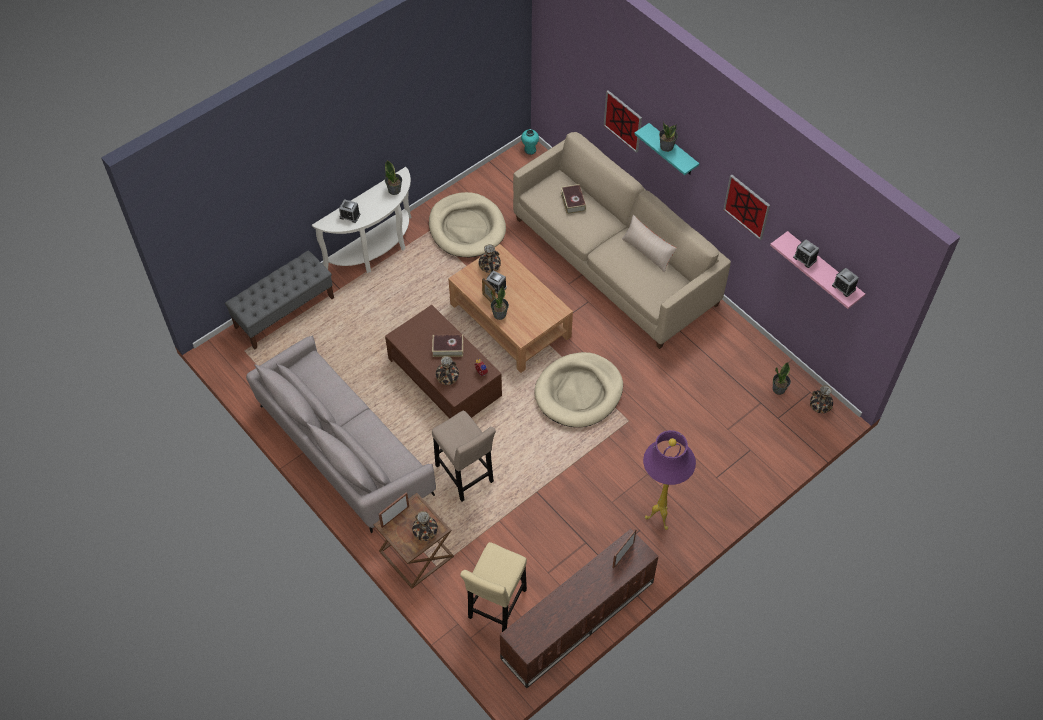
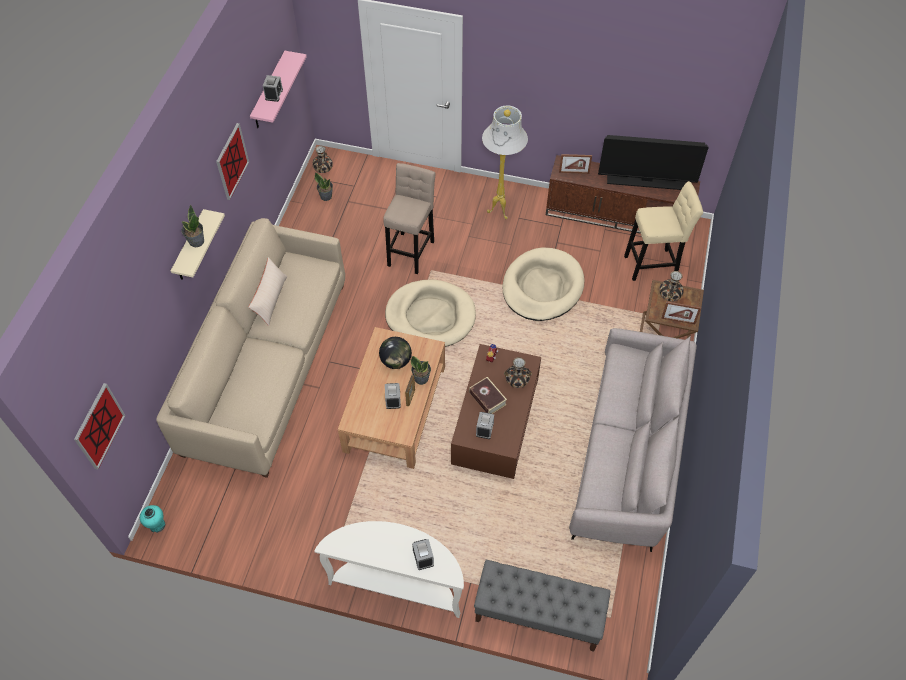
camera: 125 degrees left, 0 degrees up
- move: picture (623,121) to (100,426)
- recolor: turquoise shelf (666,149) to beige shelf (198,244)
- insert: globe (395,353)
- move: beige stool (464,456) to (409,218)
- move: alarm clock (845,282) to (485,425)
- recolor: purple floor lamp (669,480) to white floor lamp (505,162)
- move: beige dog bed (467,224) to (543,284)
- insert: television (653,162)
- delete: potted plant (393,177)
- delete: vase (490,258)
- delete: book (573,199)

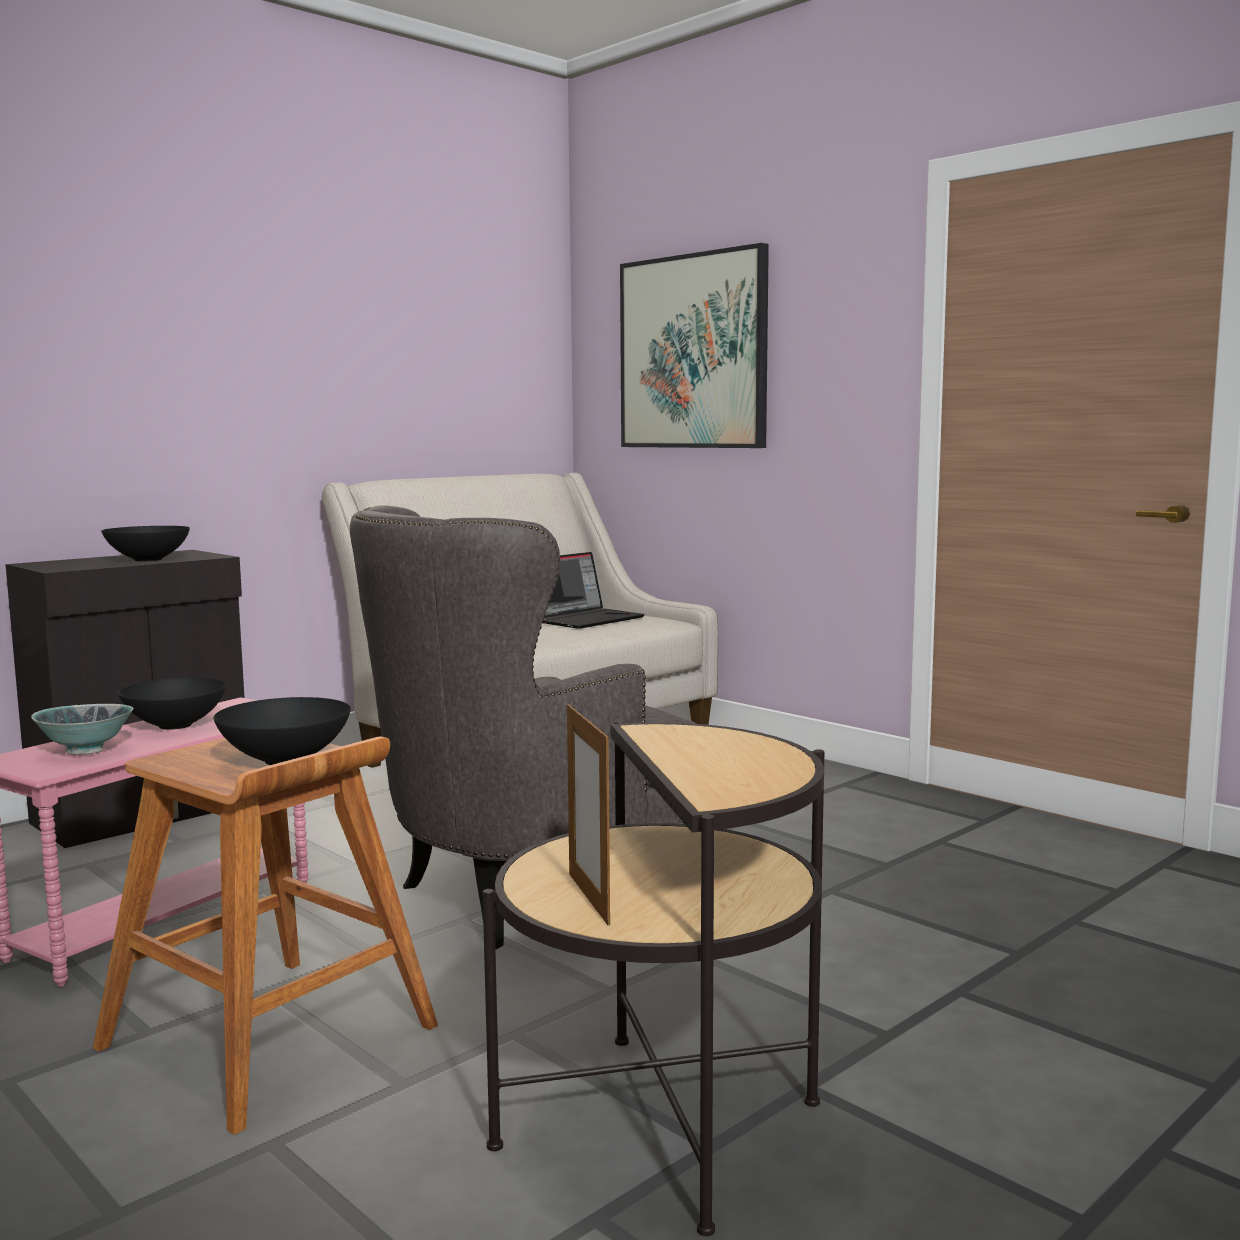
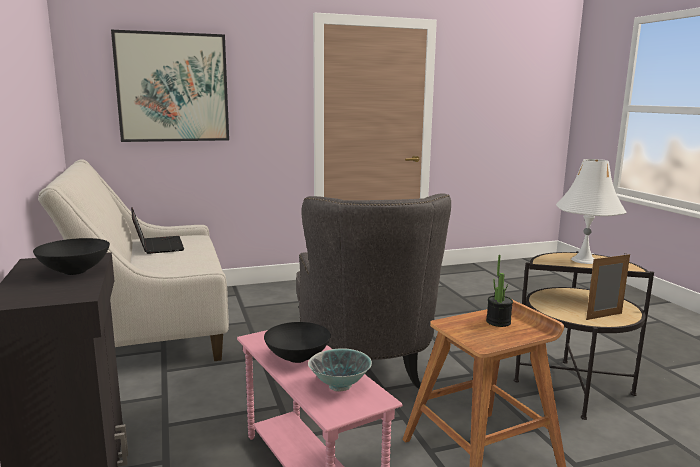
camera: 65 degrees left, 5 degrees up
- replace: black bowl (282,731) to potted plant (499,291)
- insert: white table lamp (591,211)
- rotate: picture frame (588,814) = (608,287) 150 degrees clockwise

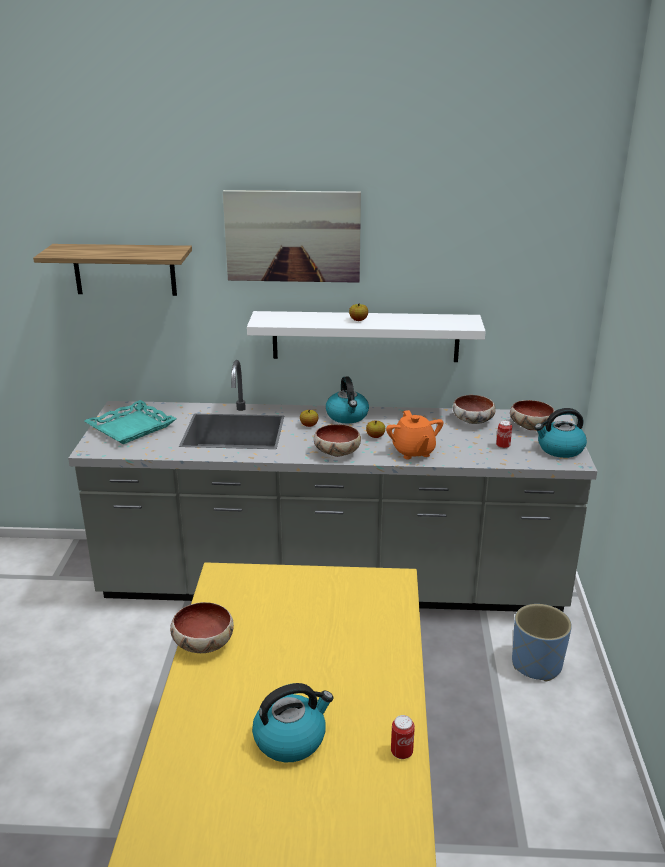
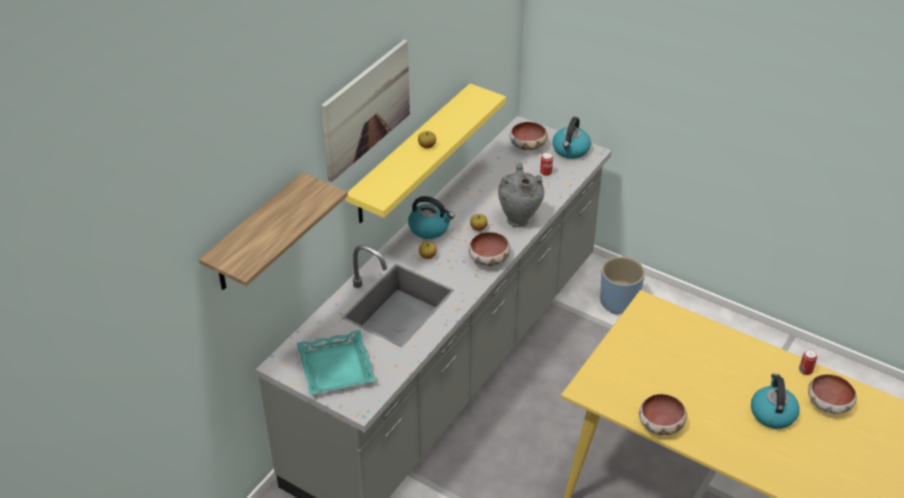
camera: 60 degrees left, 15 degrees up
- recolor: white shelf (366,336) to yellow shelf (425,153)
- replace: orange teapot (414,434) to grey vase (521,195)
- move: bowl (474,409) to (832,394)

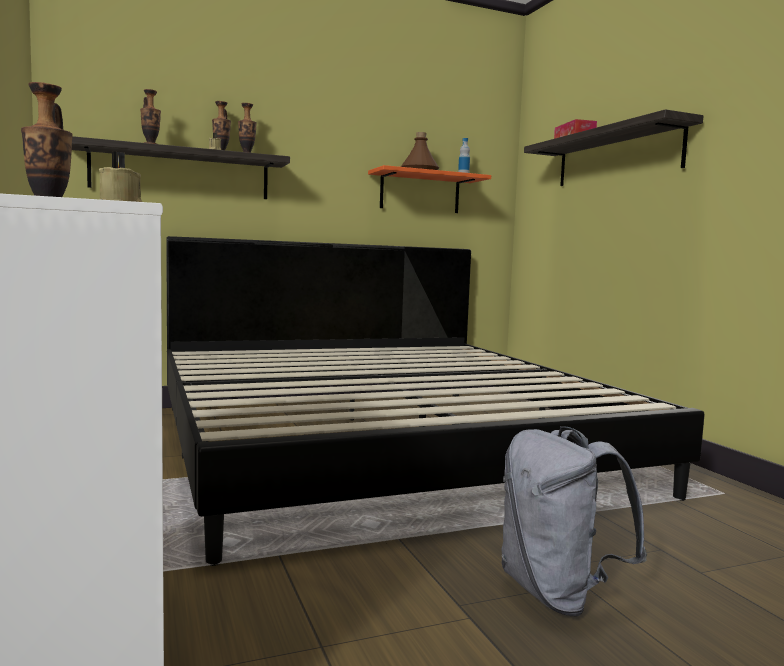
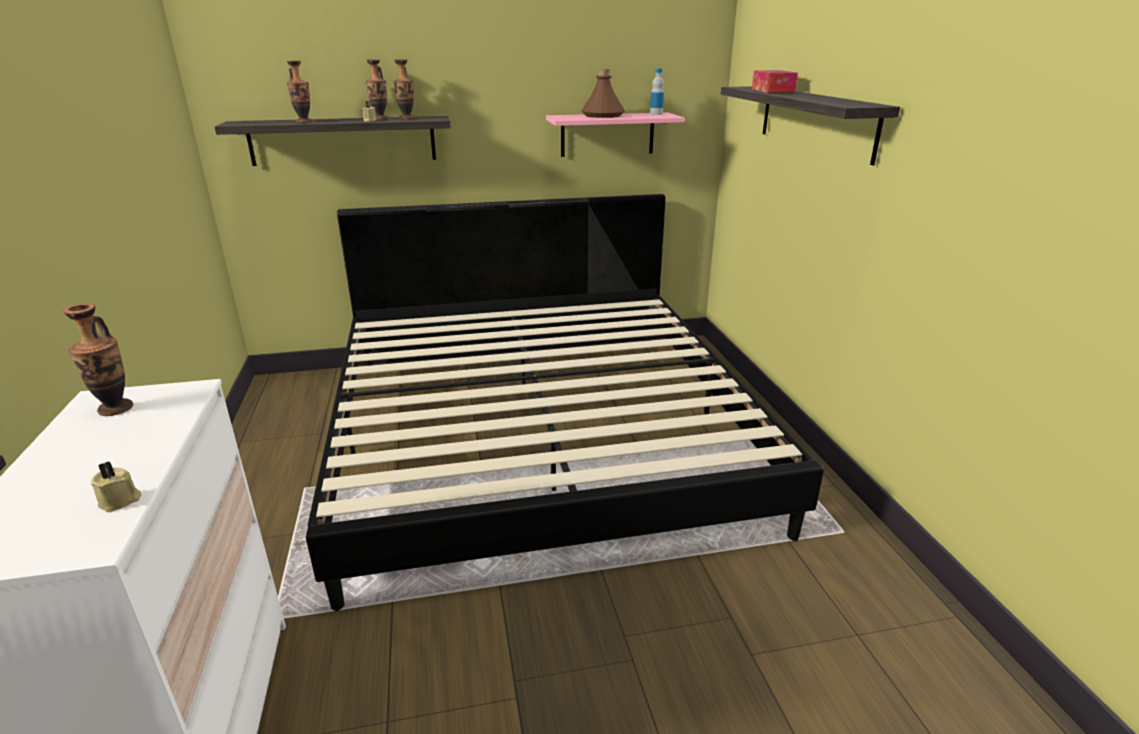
camera: 10 degrees right, 20 degrees up
- recolor: orange shelf (429,189) to pink shelf (615,134)
- delete: grey backpack (574,521)

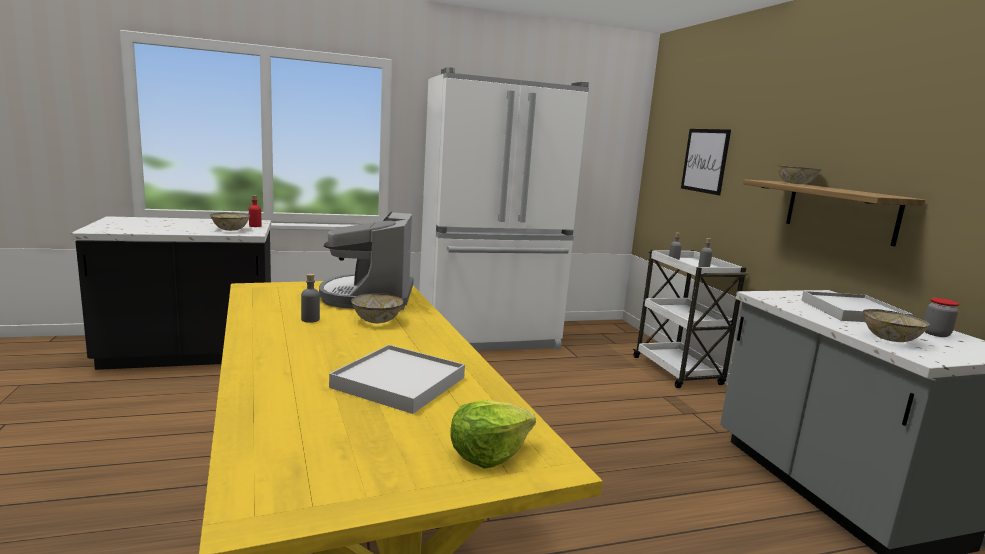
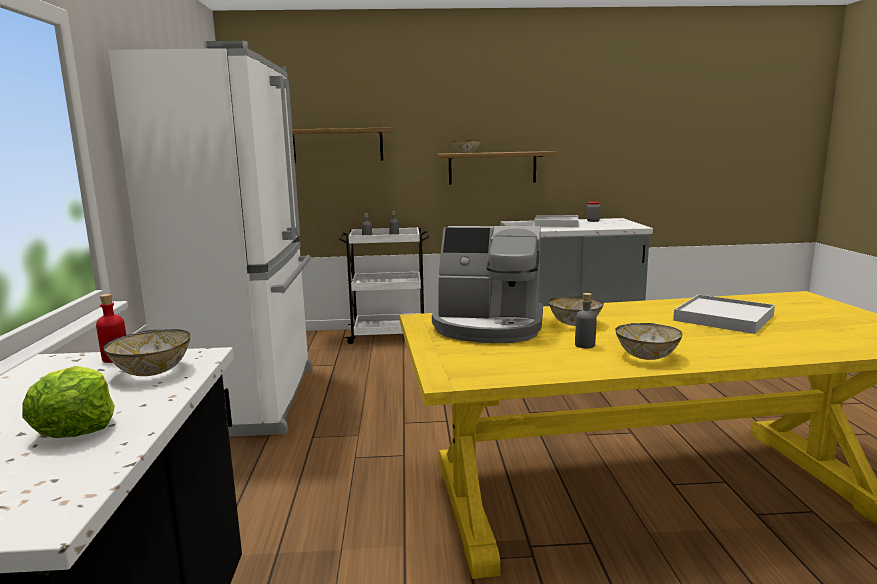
camera: 75 degrees left, 0 degrees up
- move: lettuce (493,434) to (68,402)
- replace: picture (706,162) to shelf (343,144)
- move: bowl (896,325) to (648,341)

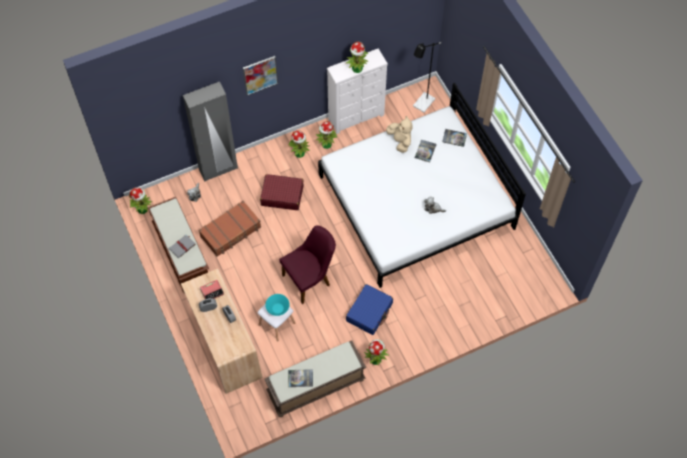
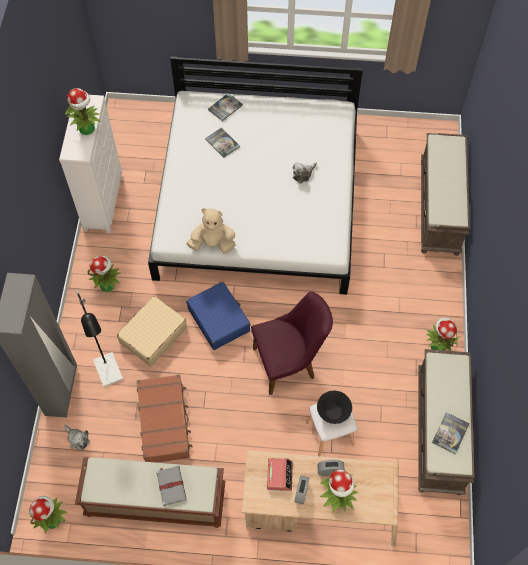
camera: 60 degrees left, 0 degrees up
- move: black floor lamp (427,77) to (99,338)
- recolor: red suitcase (281,192) to beige suitcase (152,331)
- move: blue suitcase (369,309) to (218,316)
- move: beige plush toy (399,134) to (211,231)
- rotate: purple chair (307,264) = (292,343) 75 degrees clockwise
- recolor: turquoise bowl (277,305) to black bowl (334,407)
- move: potted plant (326,135) to (339,490)
- insert: brown bench (445,194)
- delete: picture (260,75)

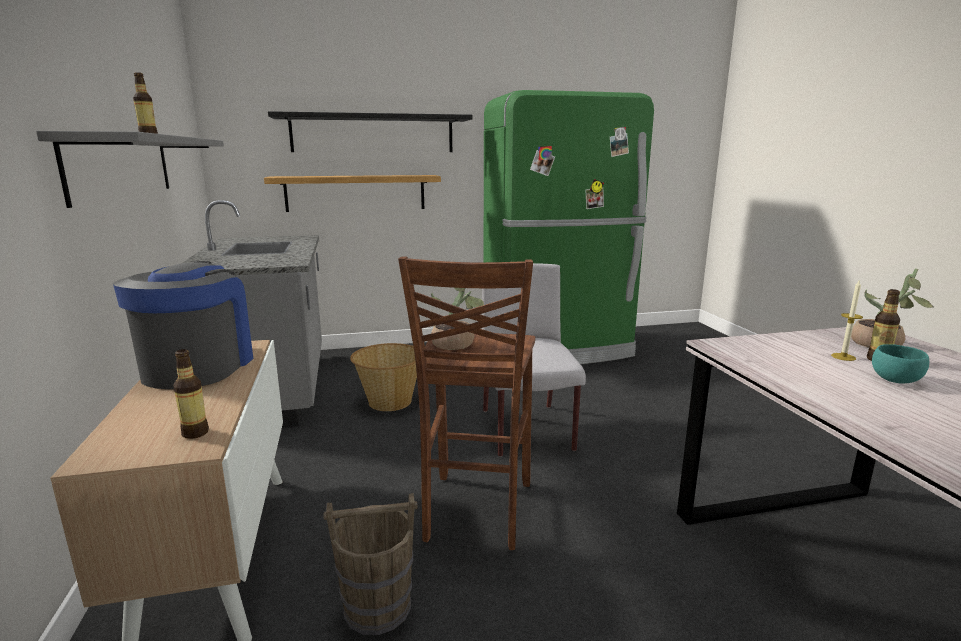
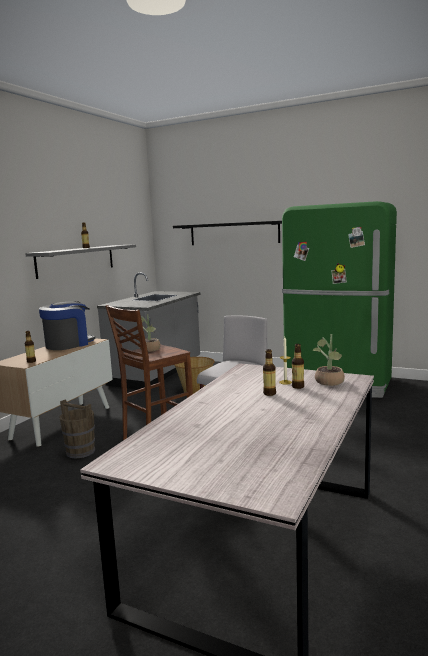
camera: 40 degrees right, 5 degrees down
- replace: turquoise bowl (900,363) to bottle (269,372)
- delete: shelf (352,193)

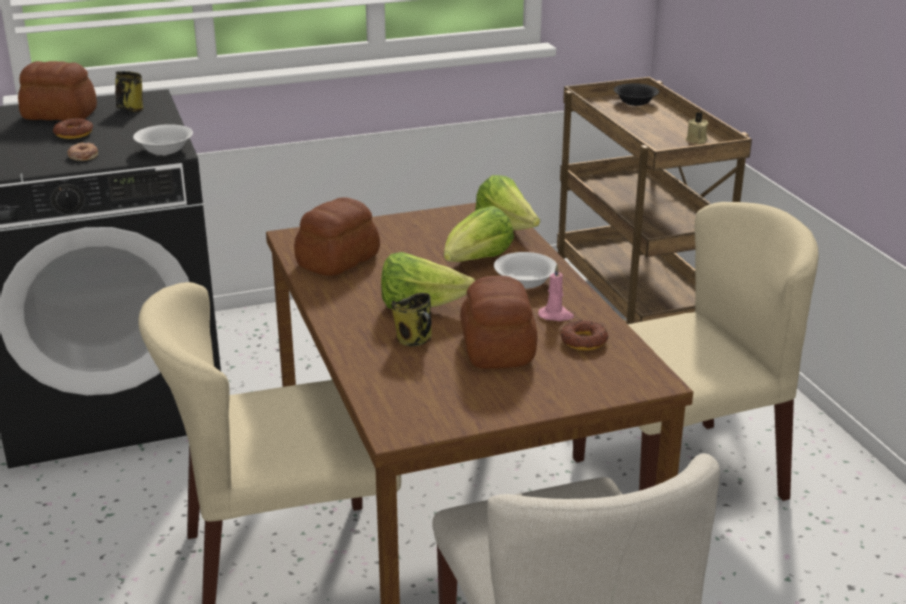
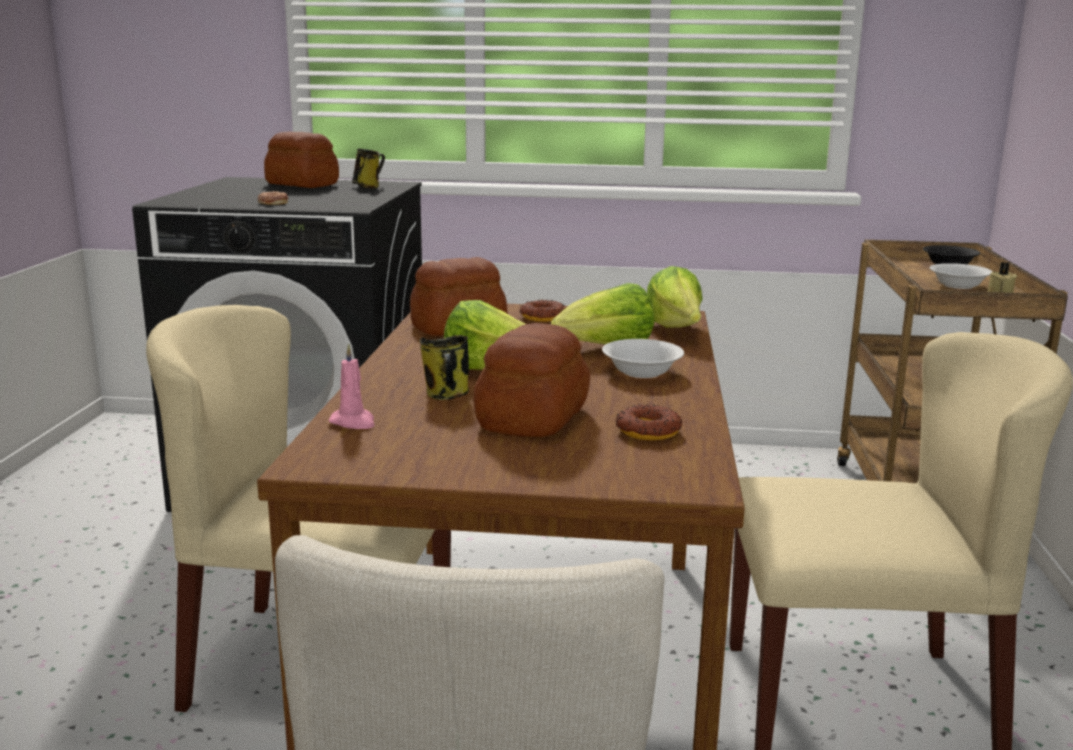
camera: 25 degrees right, 10 degrees down
- move: pink candle (556,292) to (351,386)
- move: donut (73,128) to (542,310)
- move: white bowl (163,139) to (961,276)

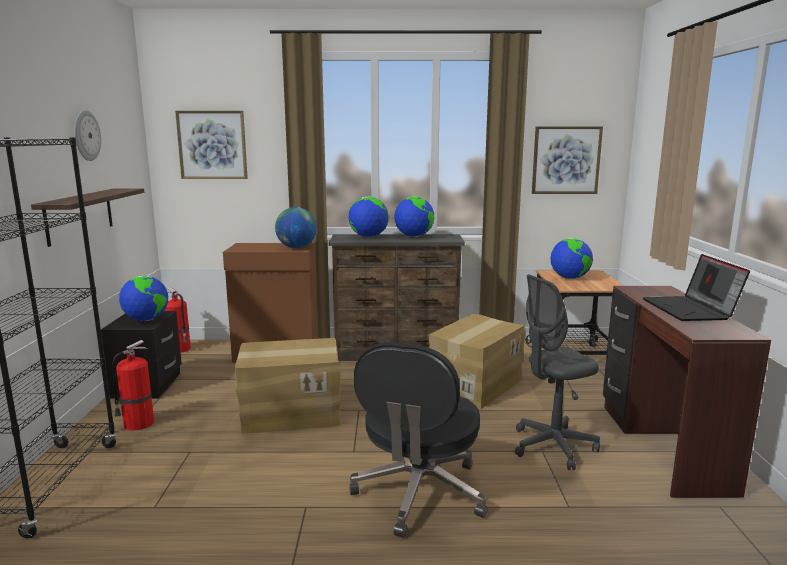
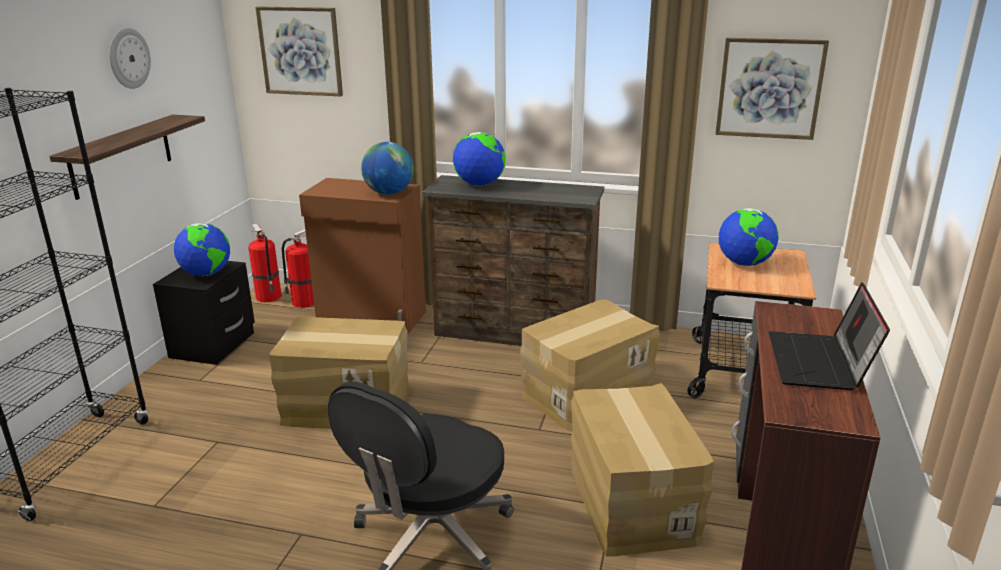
camera: 15 degrees right, 10 degrees up
- move: fire extinguisher (133,385) to (298,268)
- replace: grey office chair (557,372) to cardboard box (642,469)
- delete: globe (414,216)

